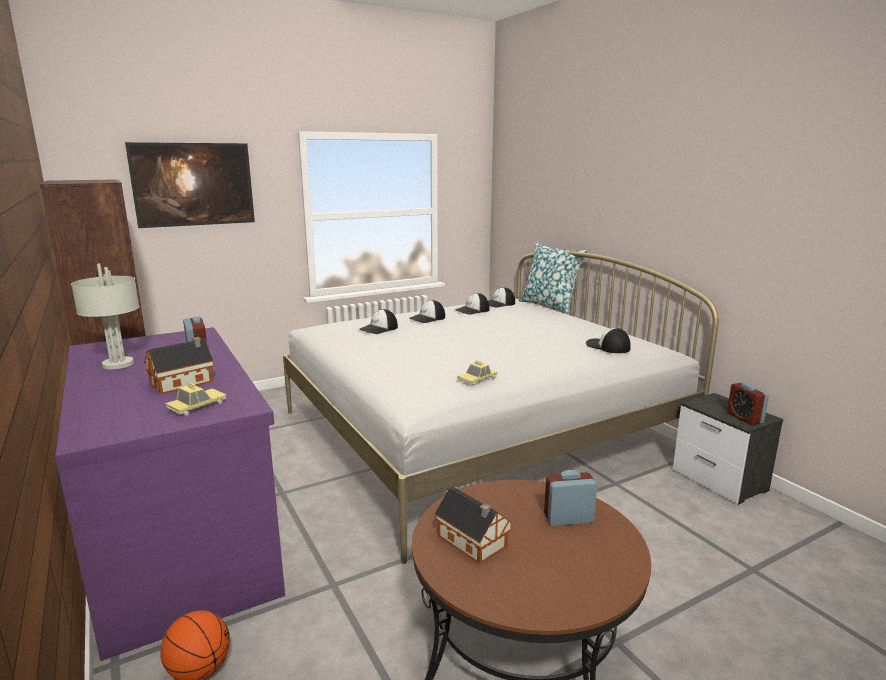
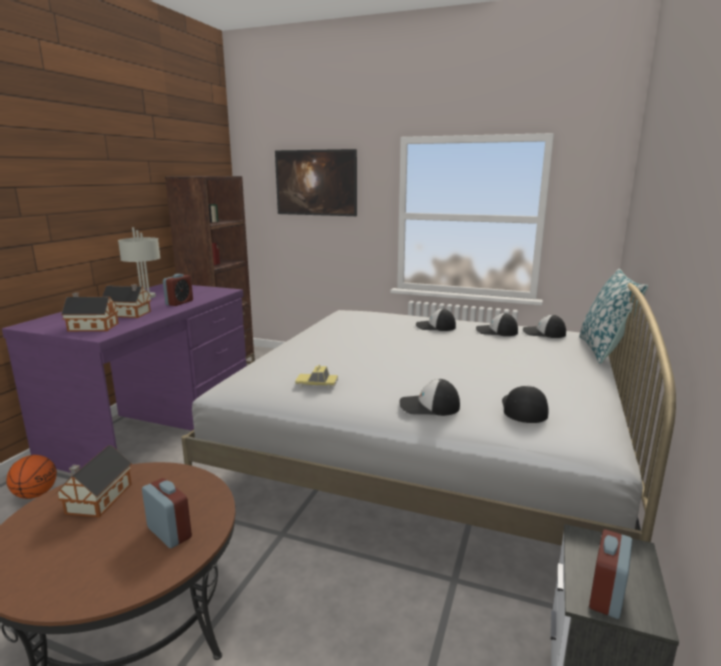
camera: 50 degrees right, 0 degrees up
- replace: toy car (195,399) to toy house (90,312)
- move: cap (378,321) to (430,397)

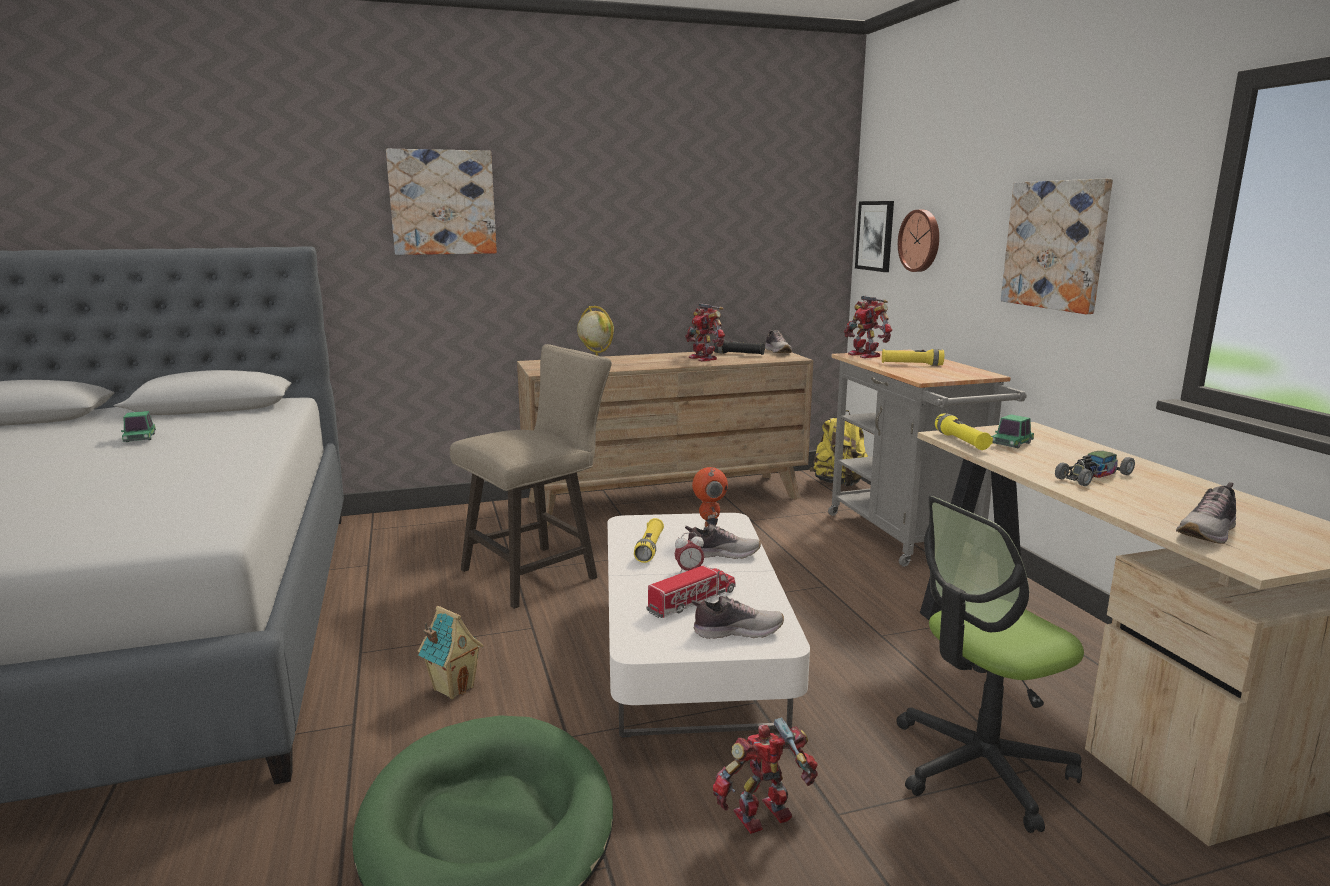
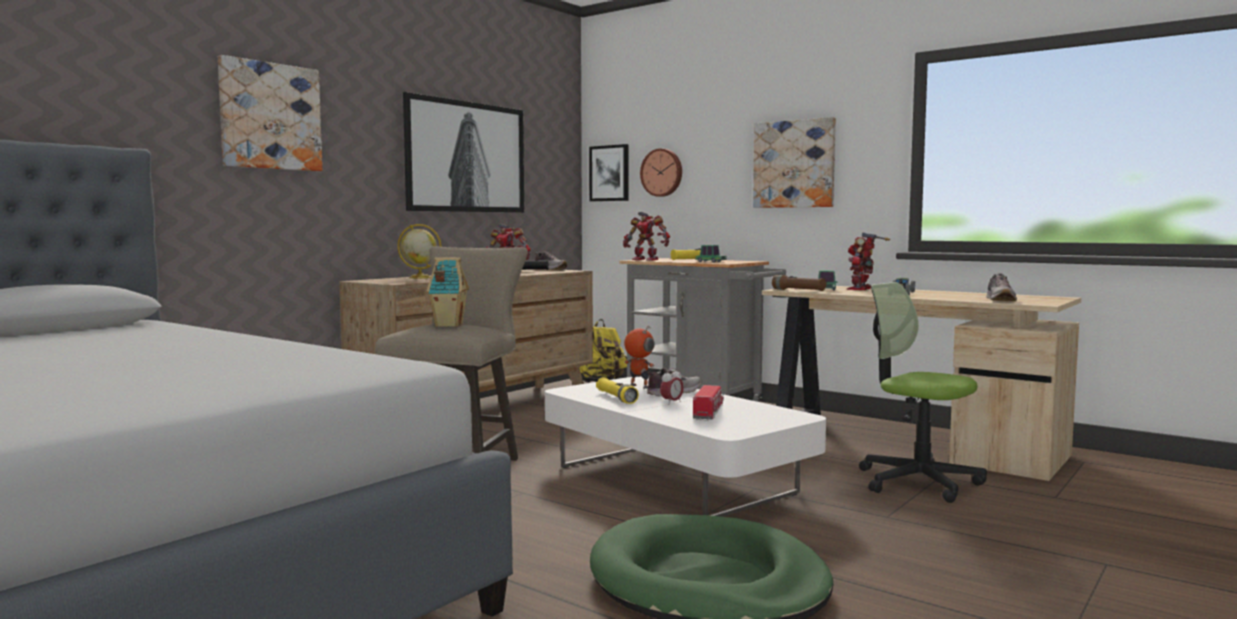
camera: 35 degrees left, 10 degrees down
- insert: picture (464,152)
- move: toy house (450,652) to (448,292)
- move: toy car (138,426) to (711,253)
- recolor: yellow flashlight (964,431) to brown flashlight (799,283)
- move: toy robot (765,775) to (868,261)
- rotate: office chair (990,664) = (923,392) 105 degrees clockwise
- delete: shoe (737,617)

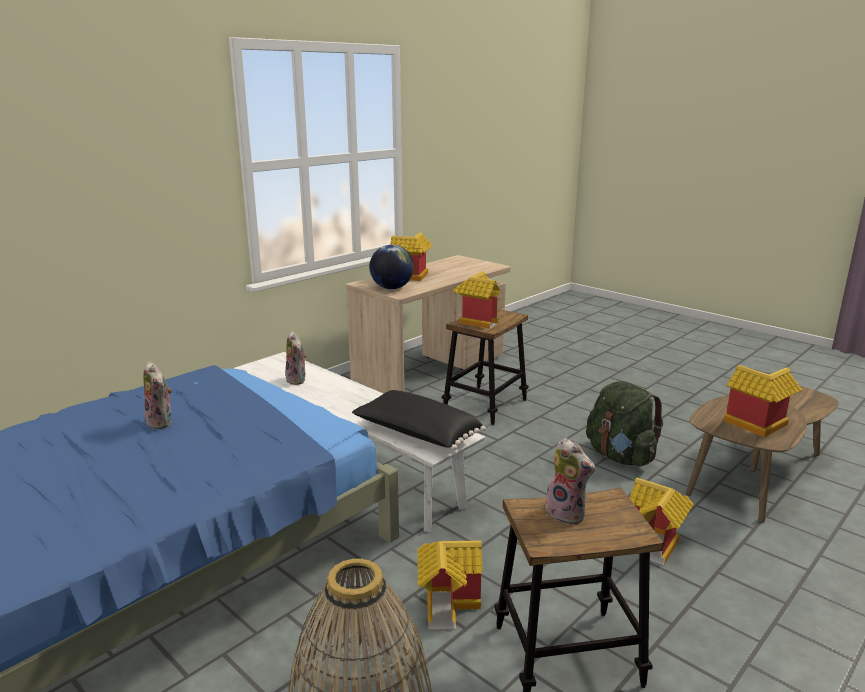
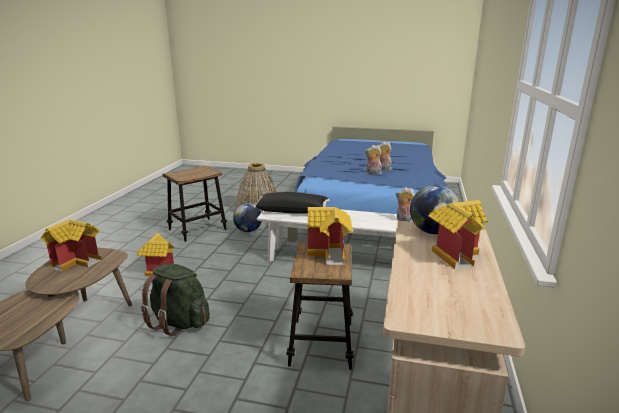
camera: 150 degrees right, 0 degrees up
- replace: toy house (450,584) to globe (247,217)
- move: plush toy (570,481) to (373,160)

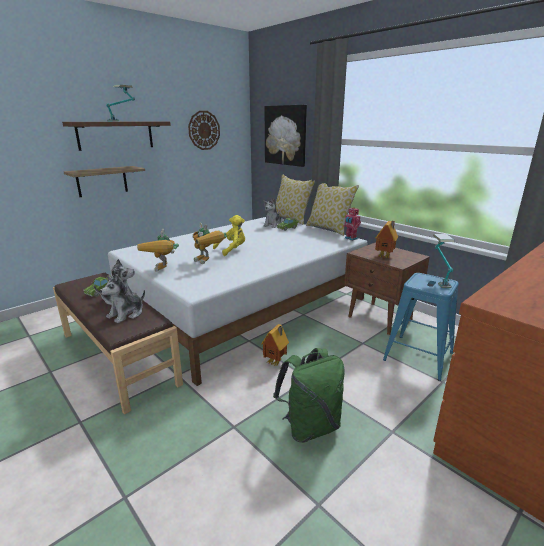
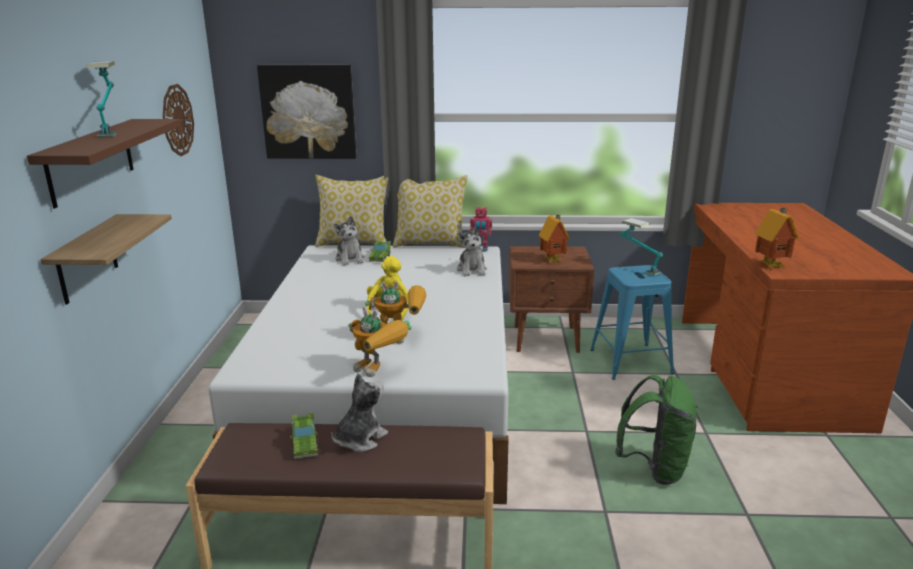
camera: 45 degrees left, 0 degrees up
- move: plush toy (122,298) to (472,251)
- move: toy house (275,345) to (777,238)

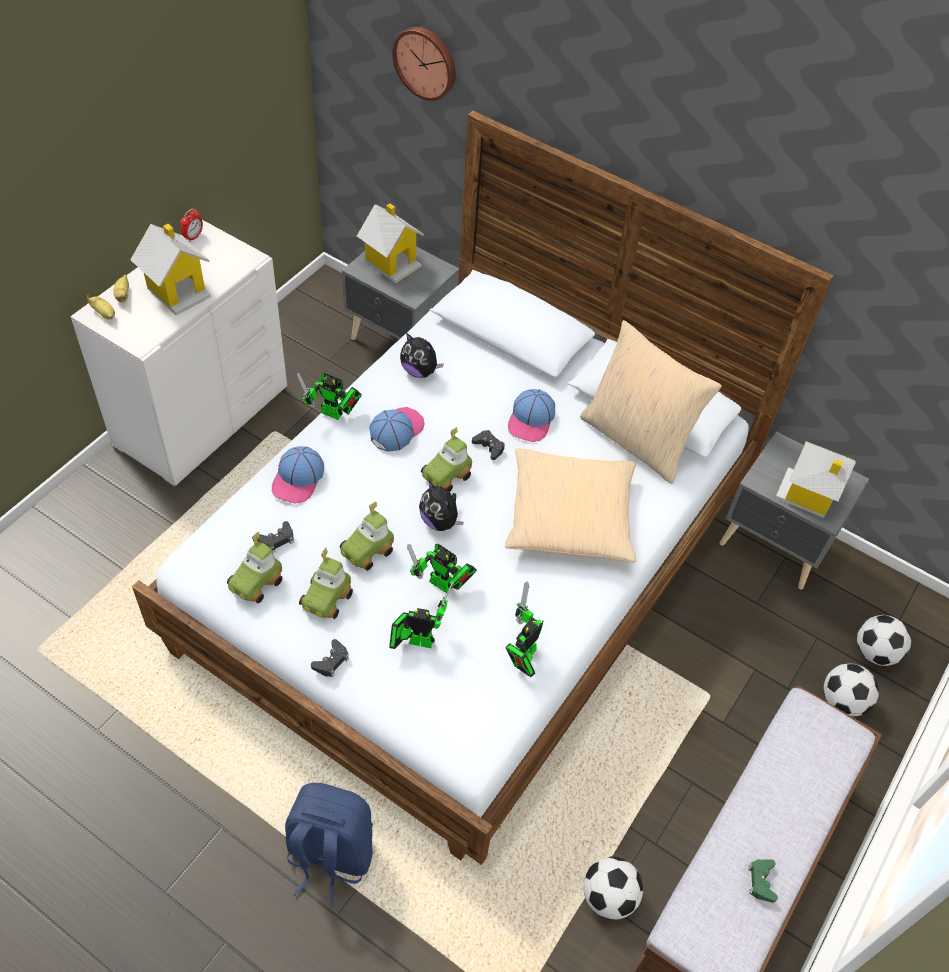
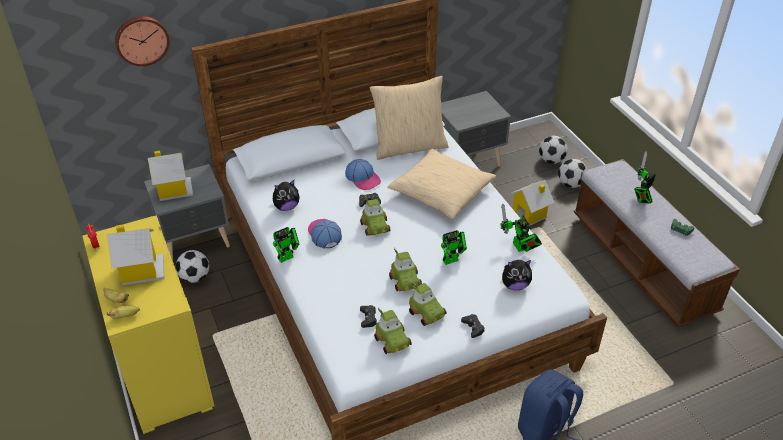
camera: 55 degrees left, 10 degrees down
- recolor: white dresser (179,353) to yellow dresser (148,324)
- move: football (613,888) to (192,266)
- move: plush toy (441,506) to (517,275)
- move: toy house (815,479) to (532,203)
- move: toy robot (421,615) to (645,177)
- delete: cap (298,475)

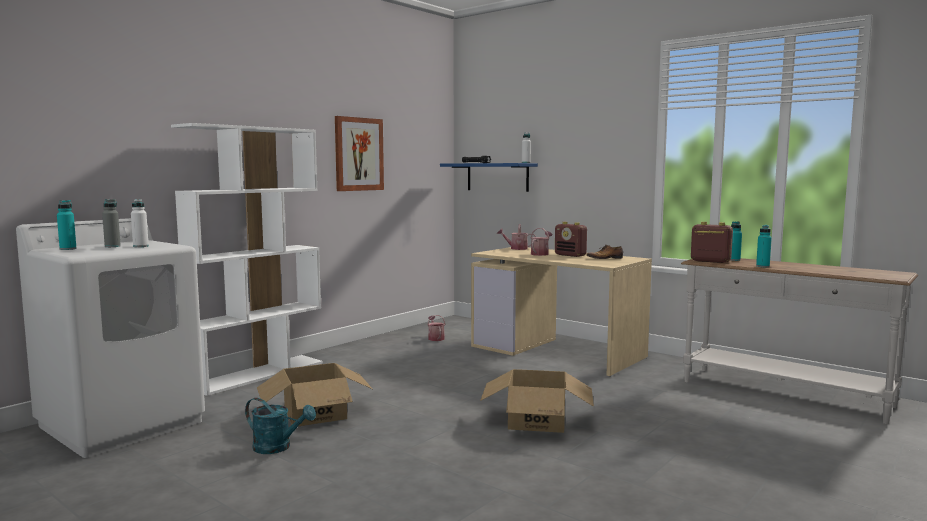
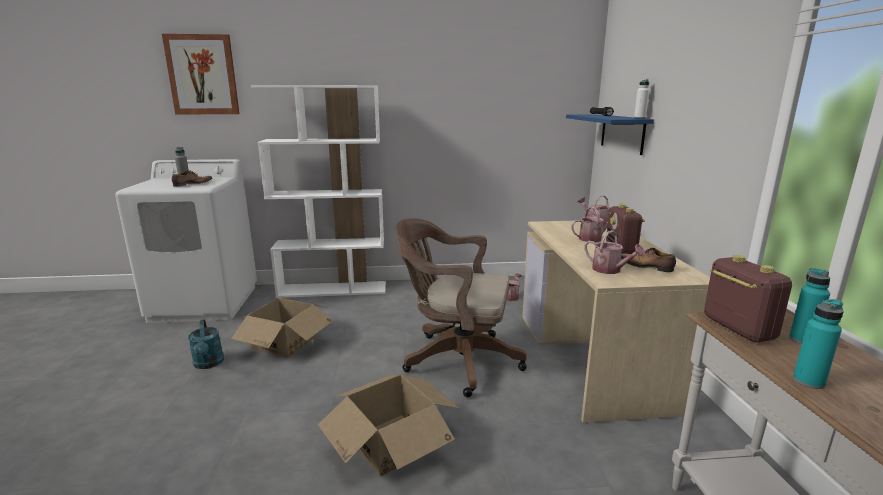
camera: 45 degrees right, 10 degrees up
- move: picture (359,153) to (201,74)
- replace: white bottle (140,223) to shoe (192,178)
- insert: brown office chair (461,307)
- insert: watering can (615,252)
- delete: turquoise bottle (67,225)

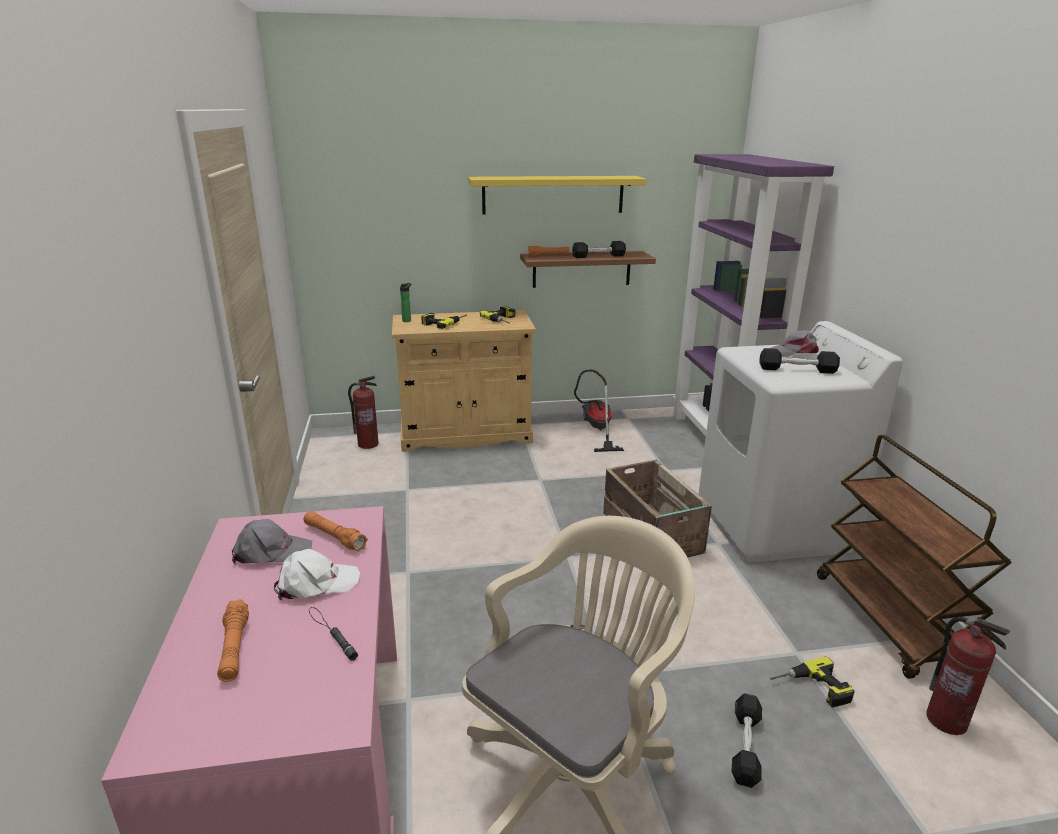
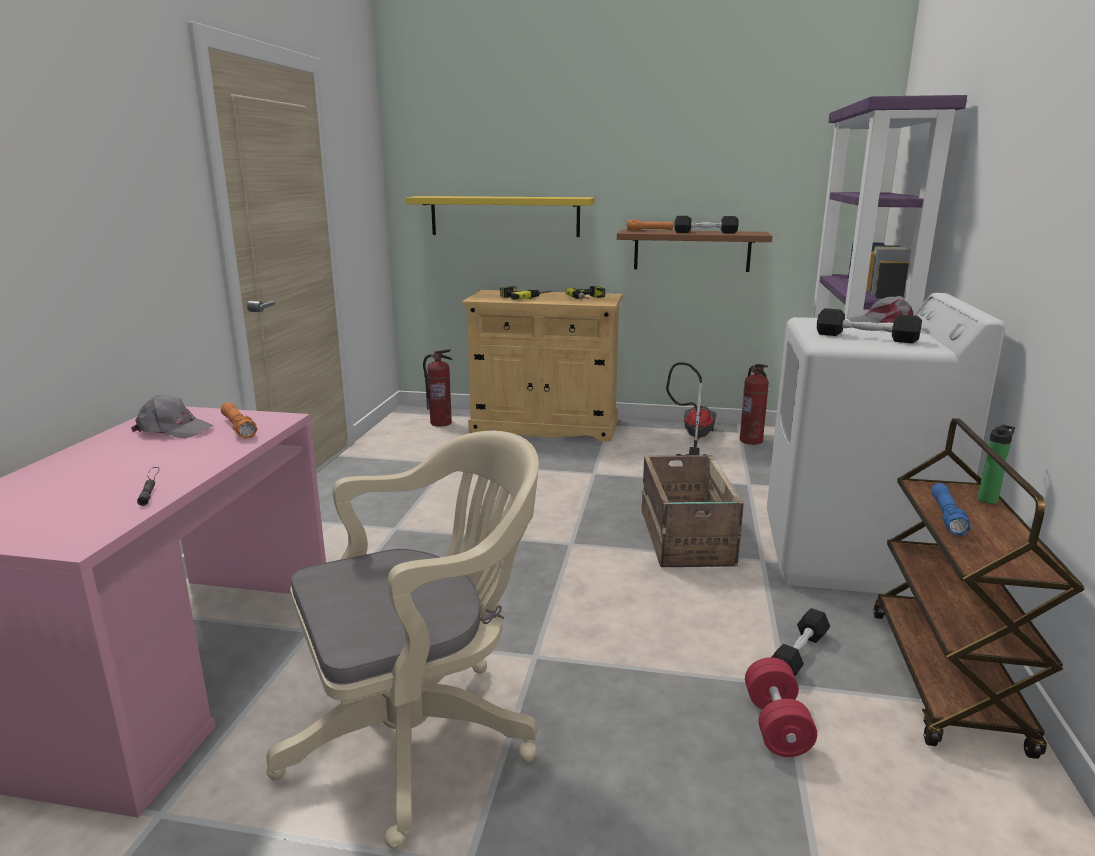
camera: 20 degrees right, 5 degrees down
- move: yellow shelf (557,195) to (500,216)
- move: fire extinguisher (968,676) to (754,404)
- replace: power drill (812,682) to red dumbbell (781,707)
- move: black dumbbell (746,740) to (801,642)
- insert: blue flashlight (951,509)
- move: bottle (405,302) to (996,464)
- delete: orange flashlight (233,640)
- delete: white cap (317,575)

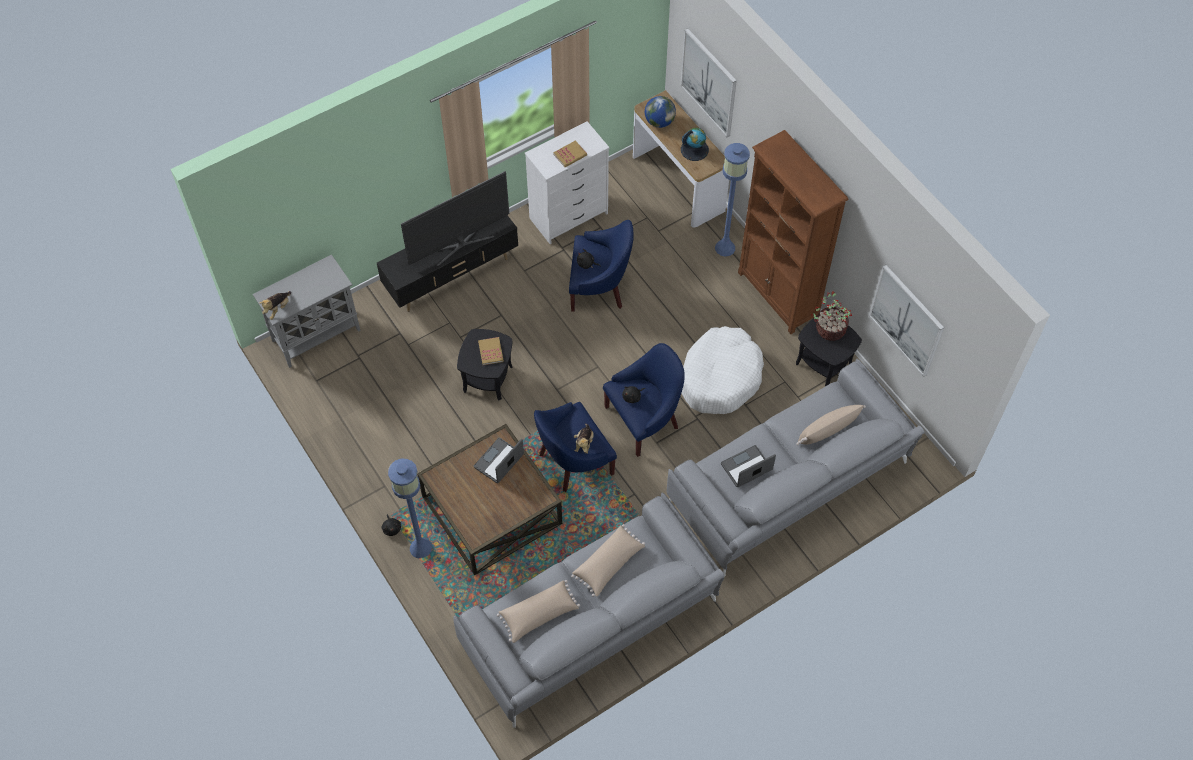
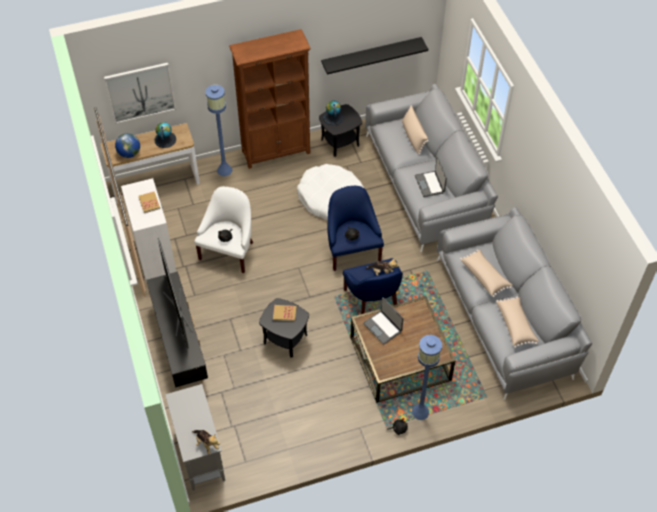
camera: 75 degrees left, 5 degrees down
- recolor: blue armchair (601,266) to white armchair (223,229)
- replace: picture (906,321) to black shelf (374,55)
- replace: potted plant (831,316) to globe (333,112)

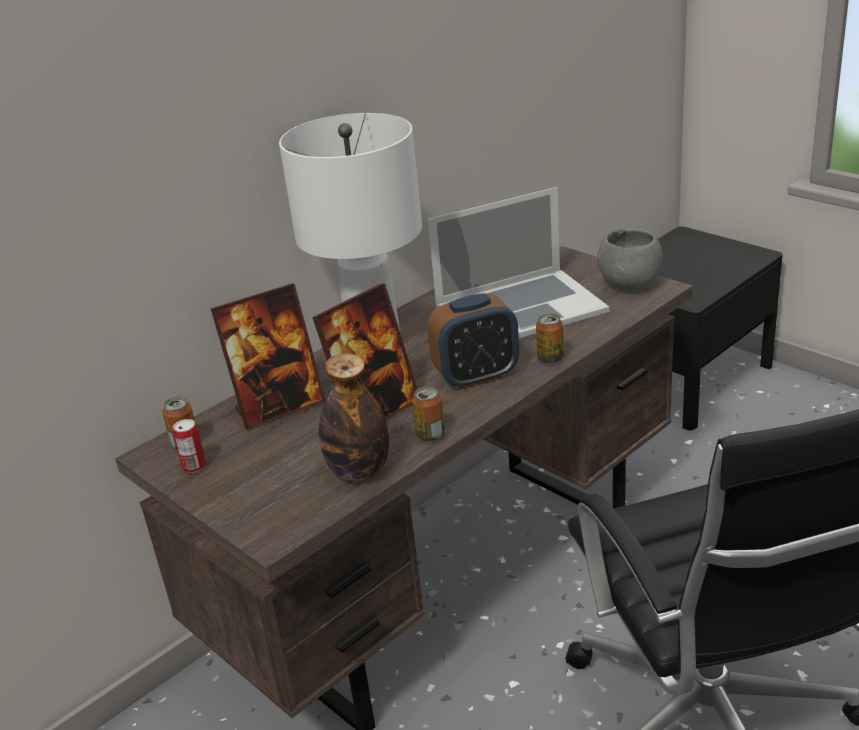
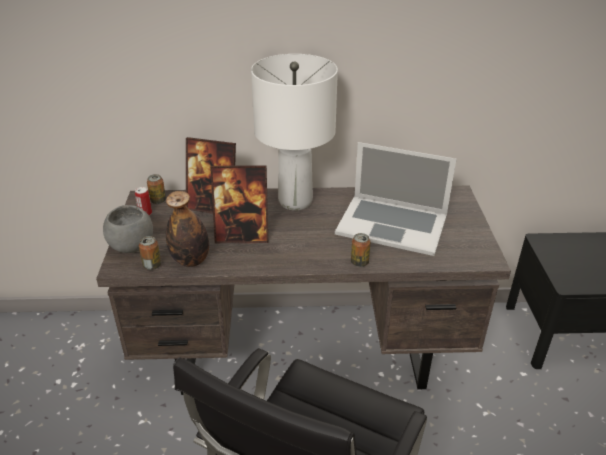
camera: 40 degrees right, 5 degrees up
- move: grey bowl (630,259) to (128,229)
- move: can (428,414) to (150,253)
- delete: alarm clock (473,341)

